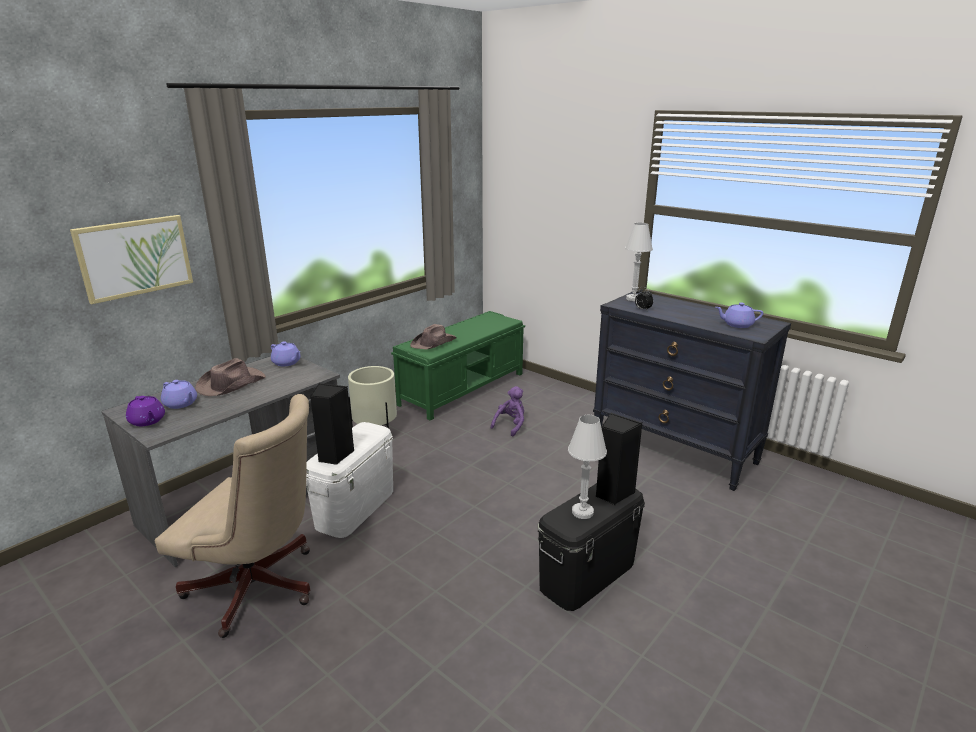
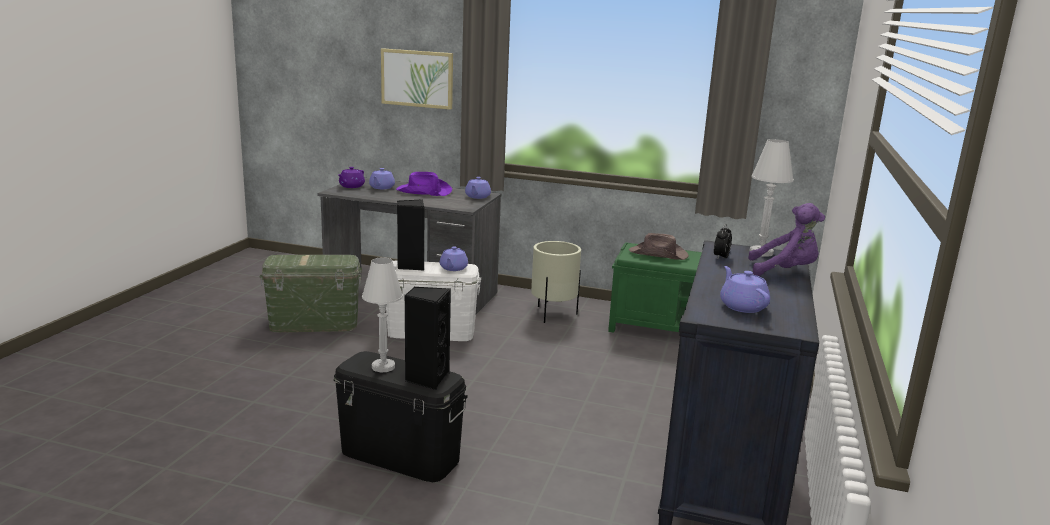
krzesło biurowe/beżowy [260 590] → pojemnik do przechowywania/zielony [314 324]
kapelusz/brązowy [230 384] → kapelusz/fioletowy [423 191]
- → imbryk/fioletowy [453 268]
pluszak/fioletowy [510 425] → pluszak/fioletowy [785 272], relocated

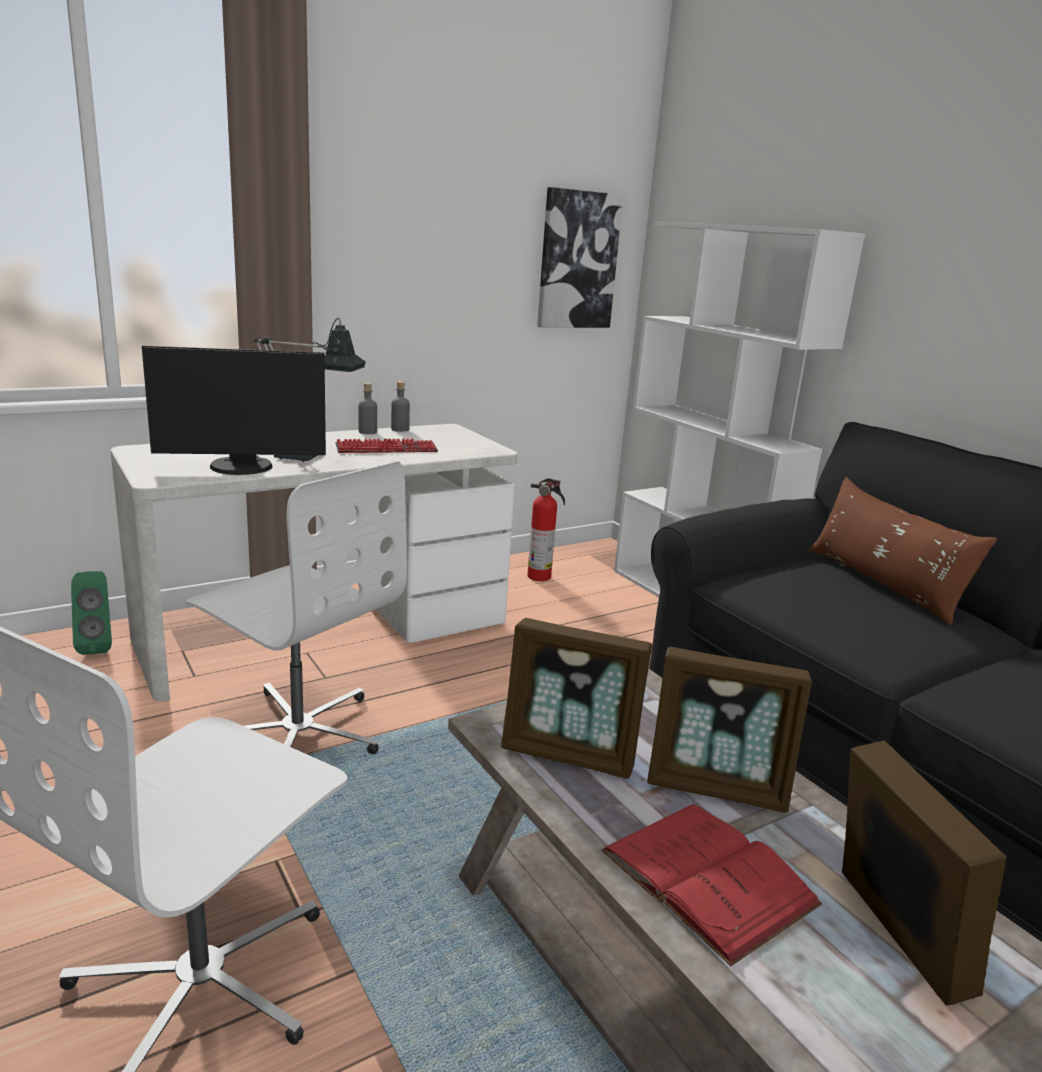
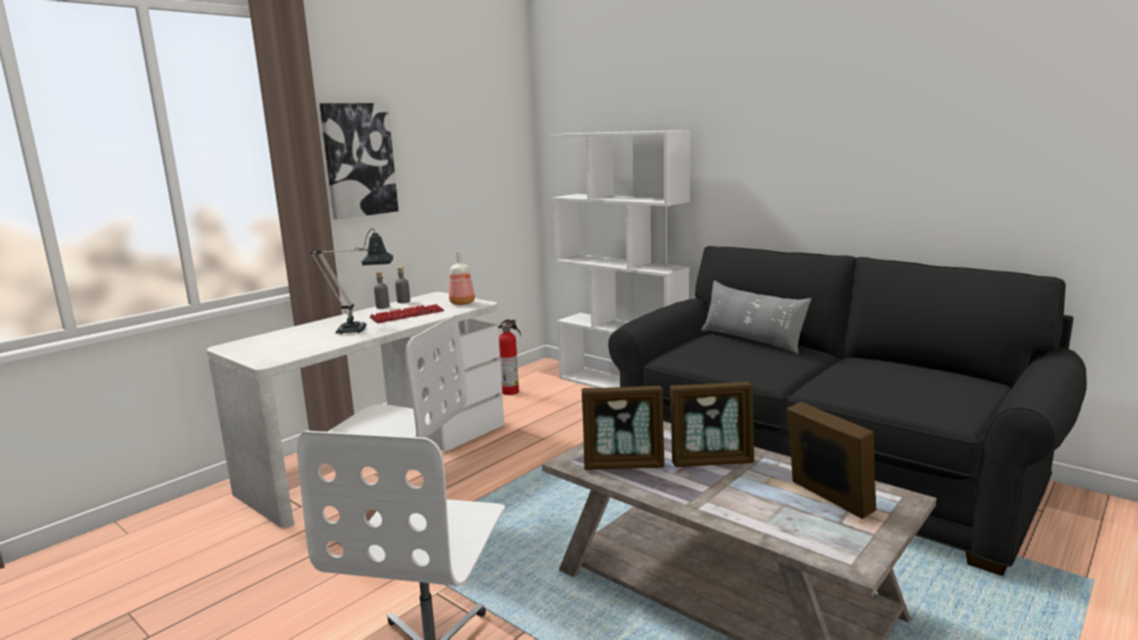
obraz [577 260] → obraz [359 160], relocated
- → butelka [463 303]
poduszka/brązowy [882 584] → poduszka/szary [751 340]
głośnik/zielony [97 646] → -
monitor [241 467] → -
książka/czerwony [708 877] → -

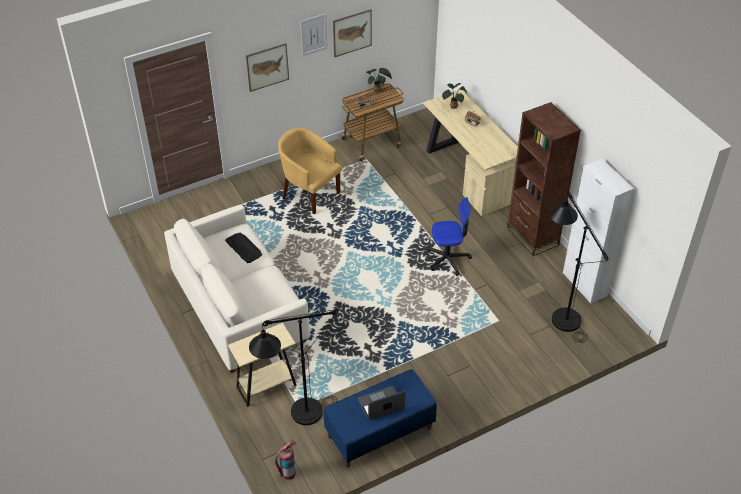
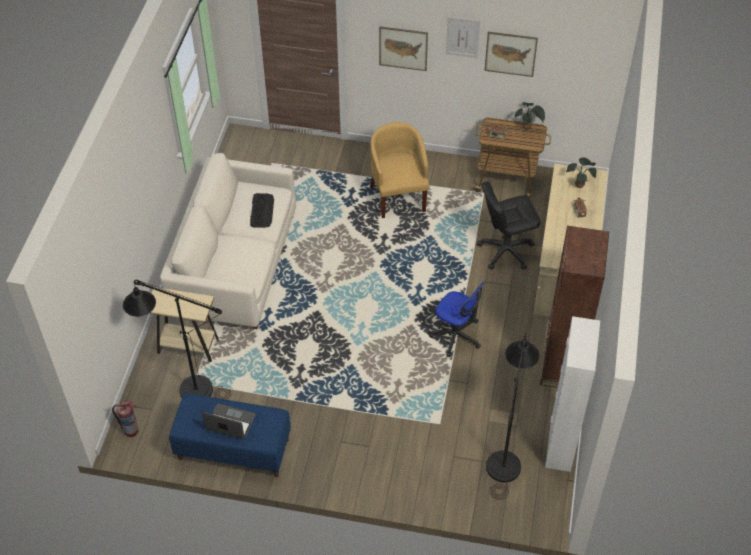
- → krzesło biurowe/czarny [505 251]

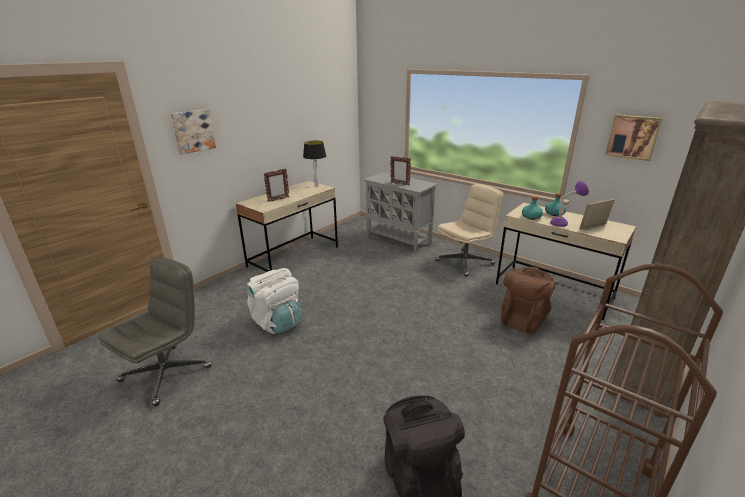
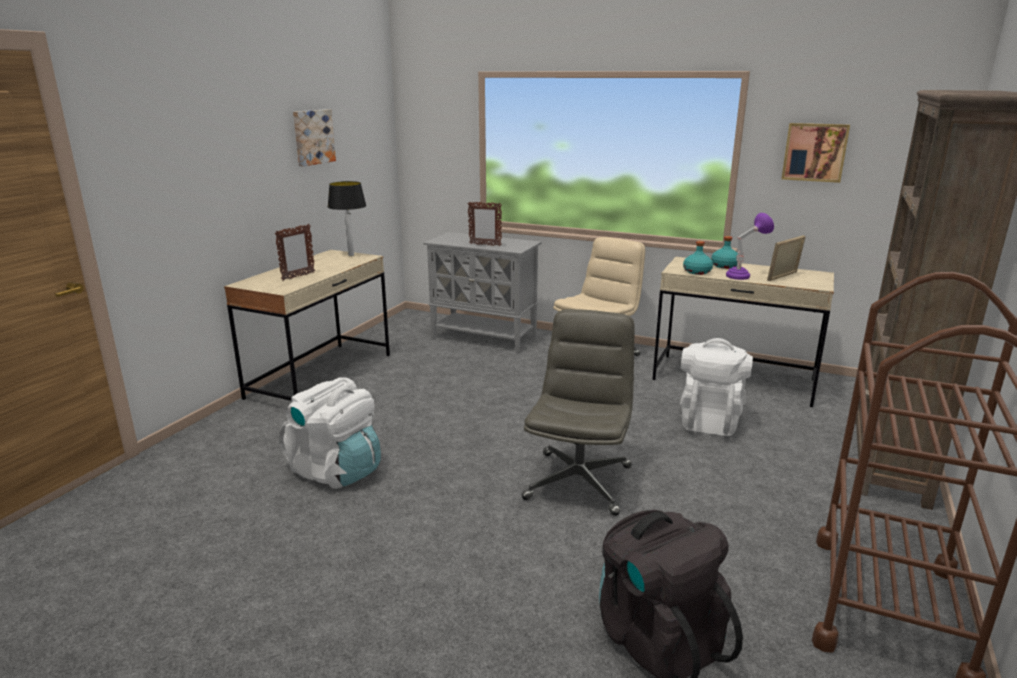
obraz [193 131] → obraz [312 137], relocated
krzesło biurowe/szary [167 373] → krzesło biurowe/szary [578 482], relocated
plecak/brązowy [522 319] → plecak/biały [709 419]

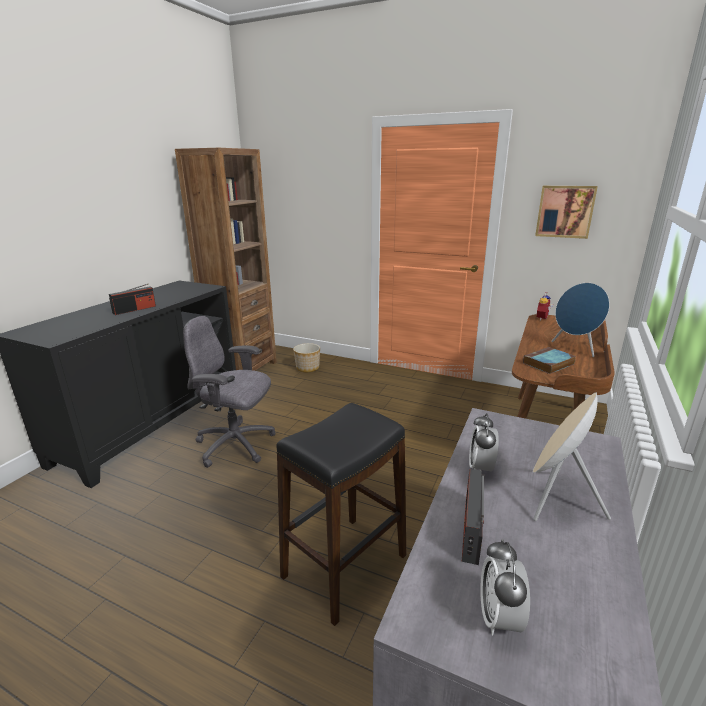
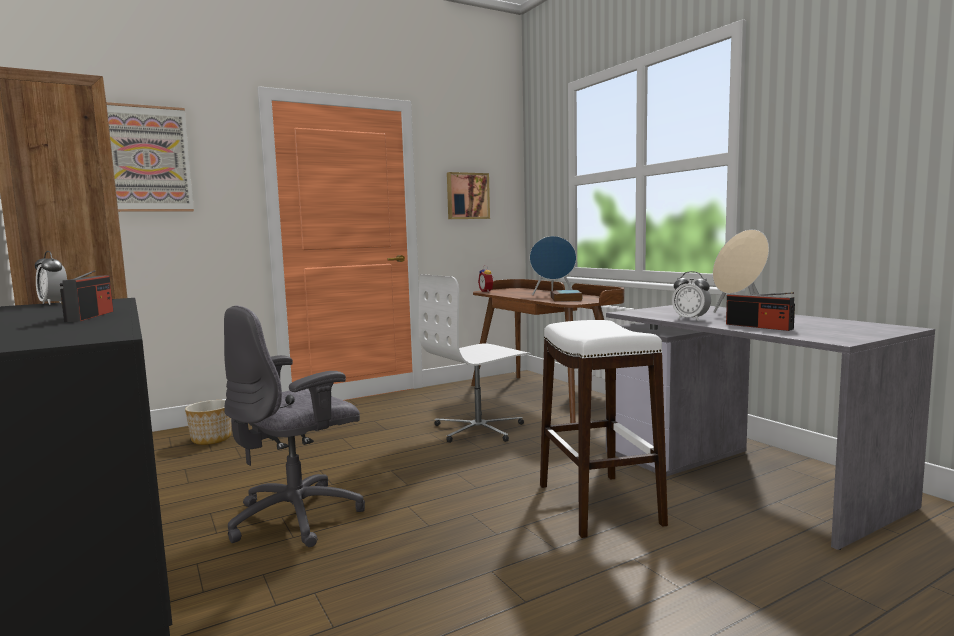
budzik [499 618] → budzik [54 303], relocated
- → obraz [146 159]
- → krzesło biurowe/biały [479 429]
stołek/czarny [345 565] → stołek/biały [598 504]

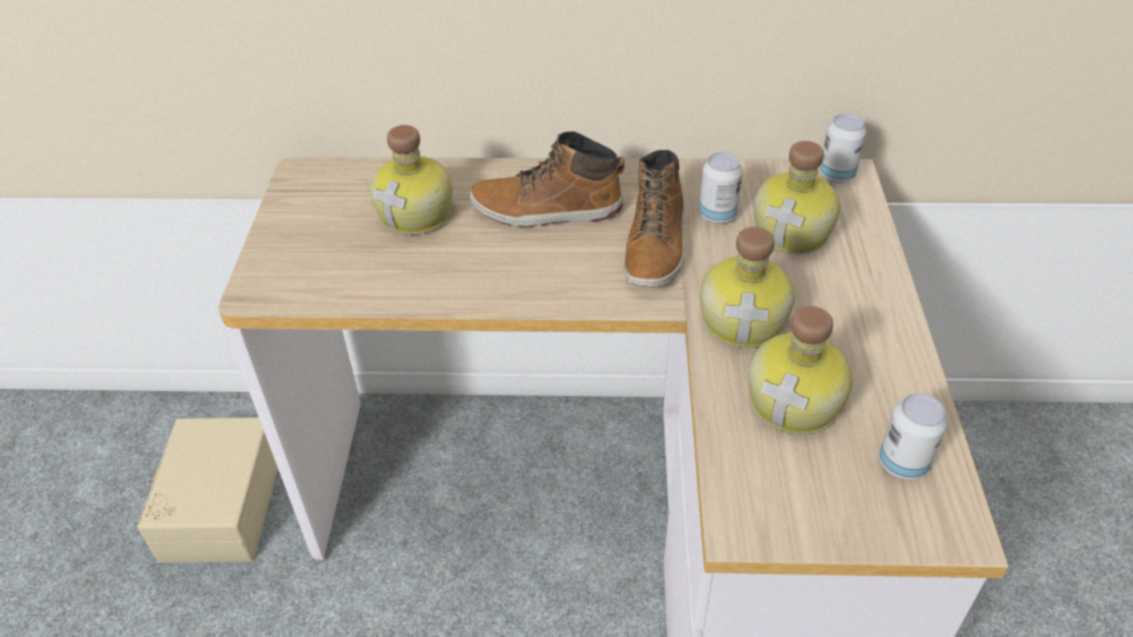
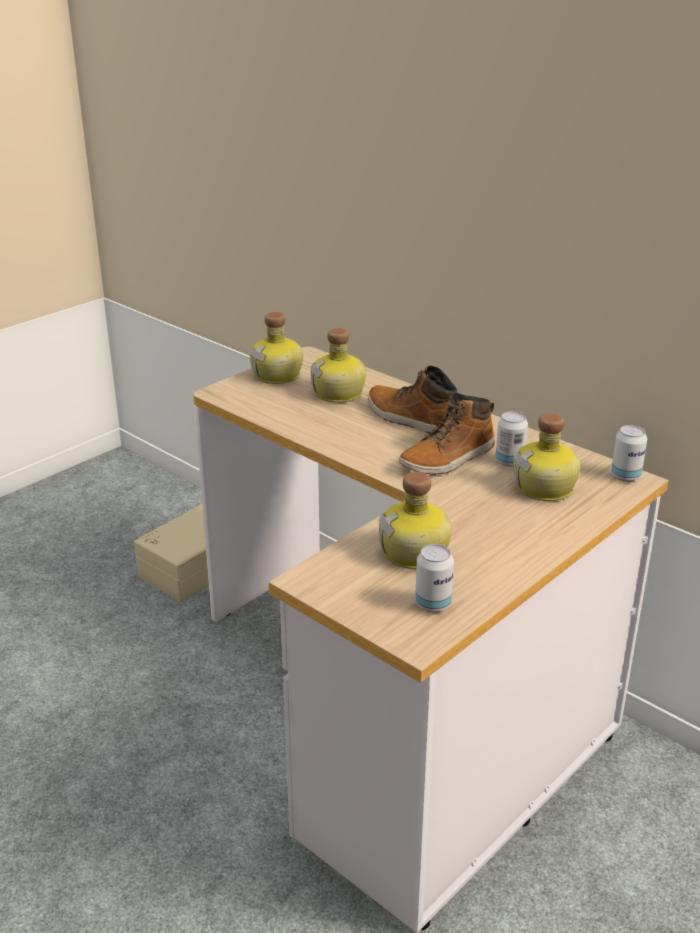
butelka [745 320] → butelka [278 375], relocated

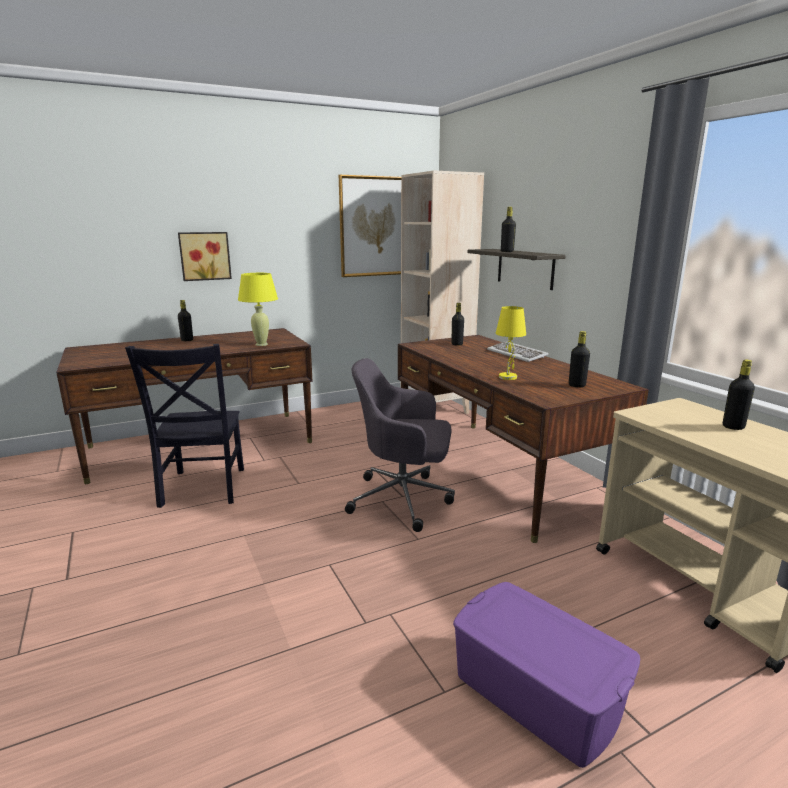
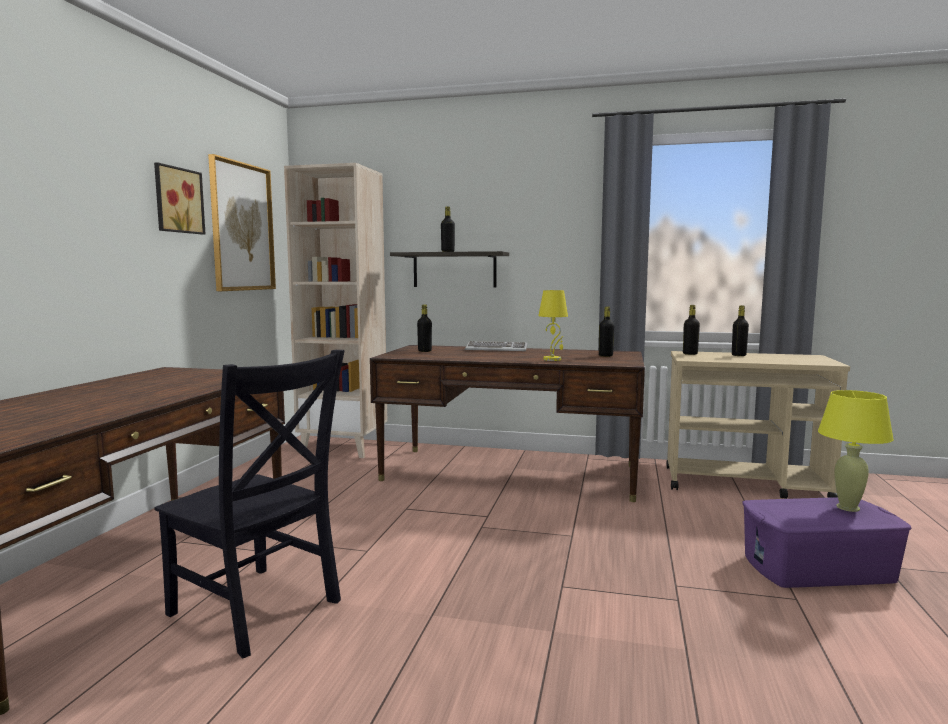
obraz [205 256] → obraz [177 200], relocated
butelka/czarny [187 340] → butelka/czarny [690 354], relocated
lampa stołowa/żółty [261 344] → lampa stołowa/żółty [847 507], relocated
krzesło biurowe/szary [403 499] → -

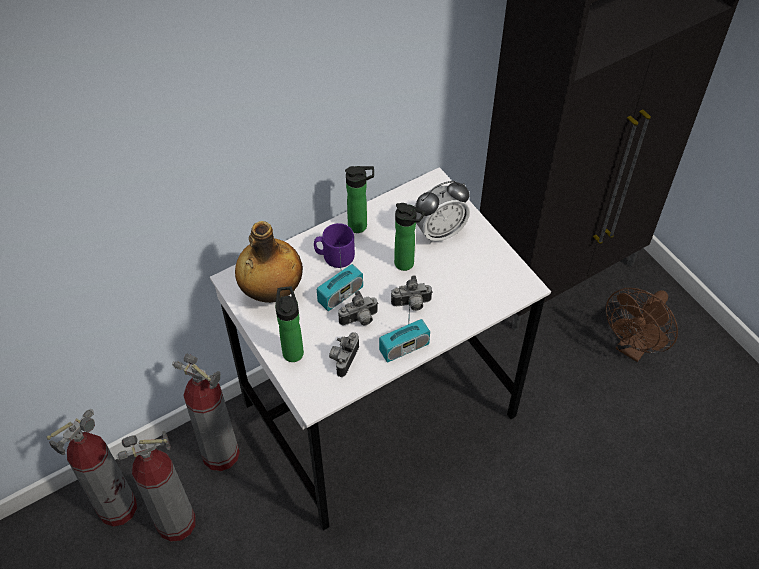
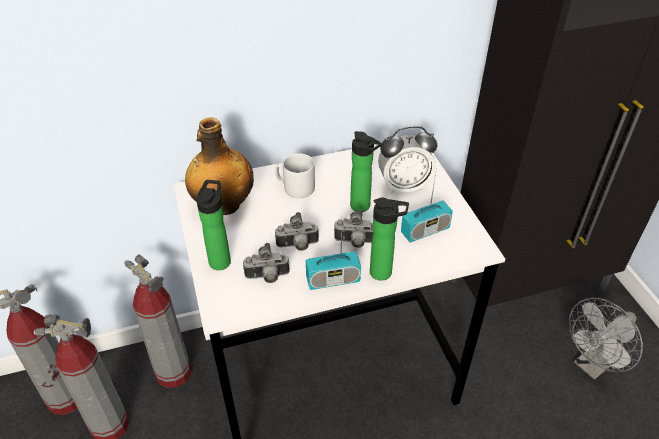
aparat fotograficzny [343 359] → aparat fotograficzny [267 277], 135 degrees counterclockwise
kubek/fioletowy [334 256] → kubek/szary [295 188]
butelka [360 226] → butelka [384 273], relocated
radio [340 295] → radio [425 231], relocated
wentylator/brązowy [633 347] → wentylator/szary [592 365]

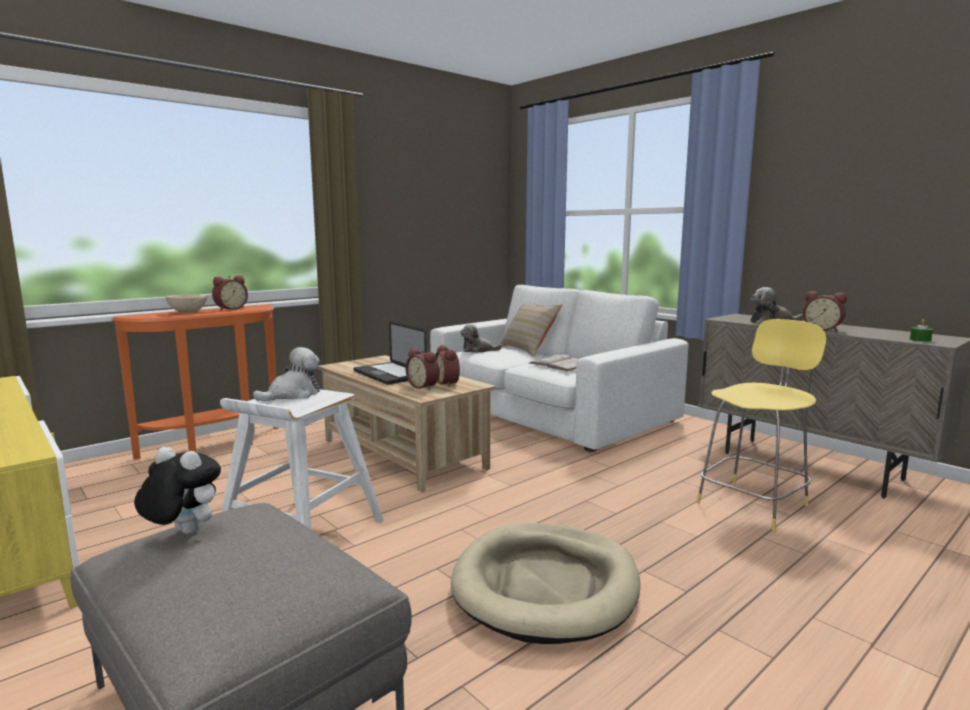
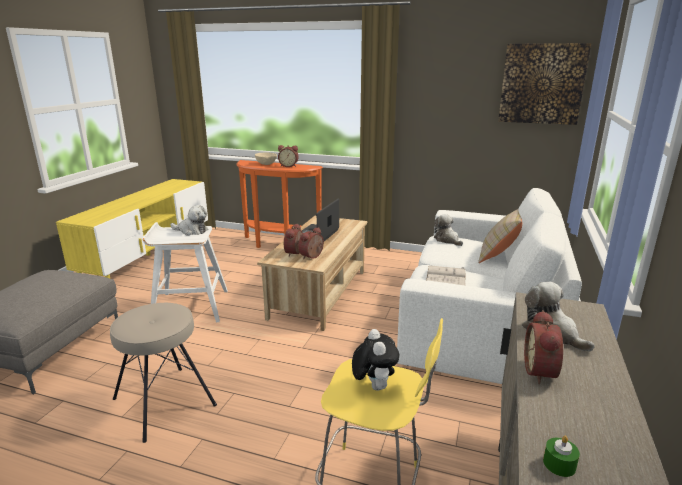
legowisko/beżowy [546 586] → stołek/beżowy [165 401]
pluszak [182 533] → pluszak [373 386], relocated
- → obraz [542 84]

